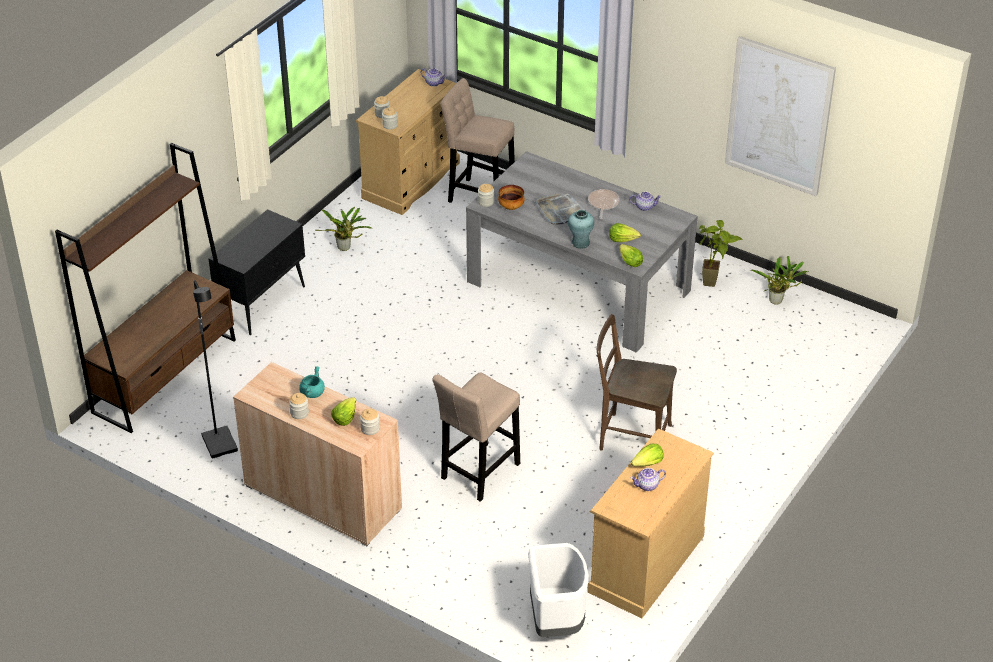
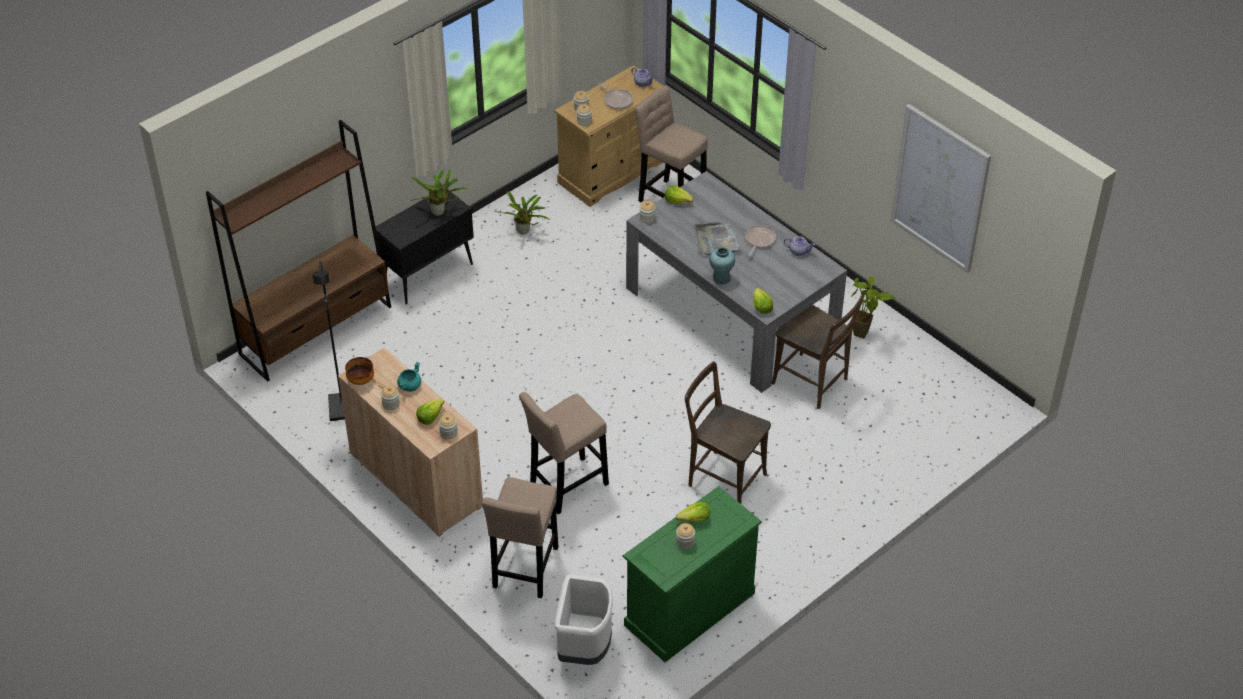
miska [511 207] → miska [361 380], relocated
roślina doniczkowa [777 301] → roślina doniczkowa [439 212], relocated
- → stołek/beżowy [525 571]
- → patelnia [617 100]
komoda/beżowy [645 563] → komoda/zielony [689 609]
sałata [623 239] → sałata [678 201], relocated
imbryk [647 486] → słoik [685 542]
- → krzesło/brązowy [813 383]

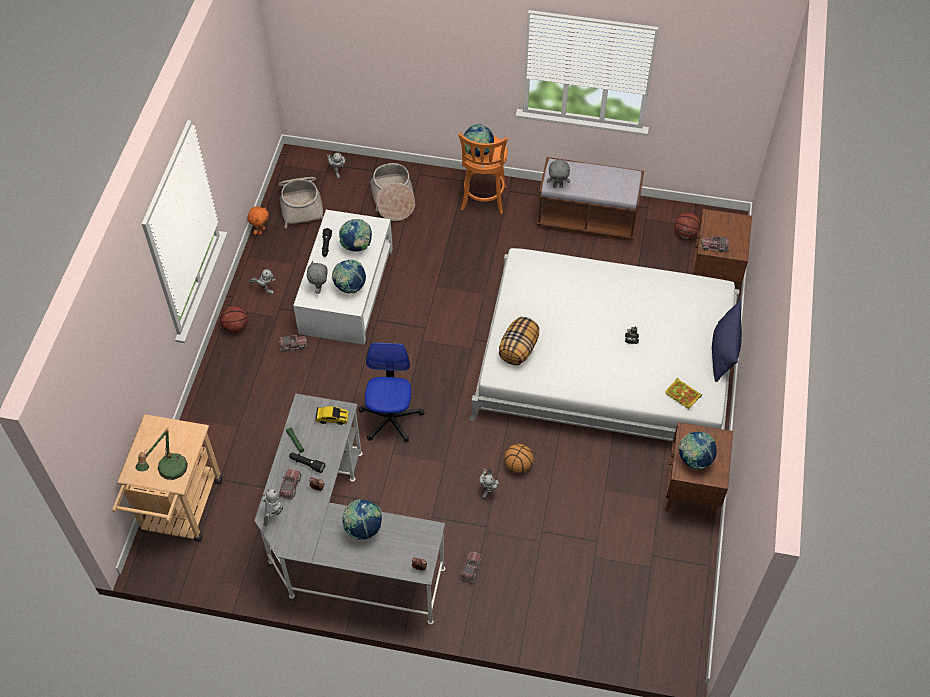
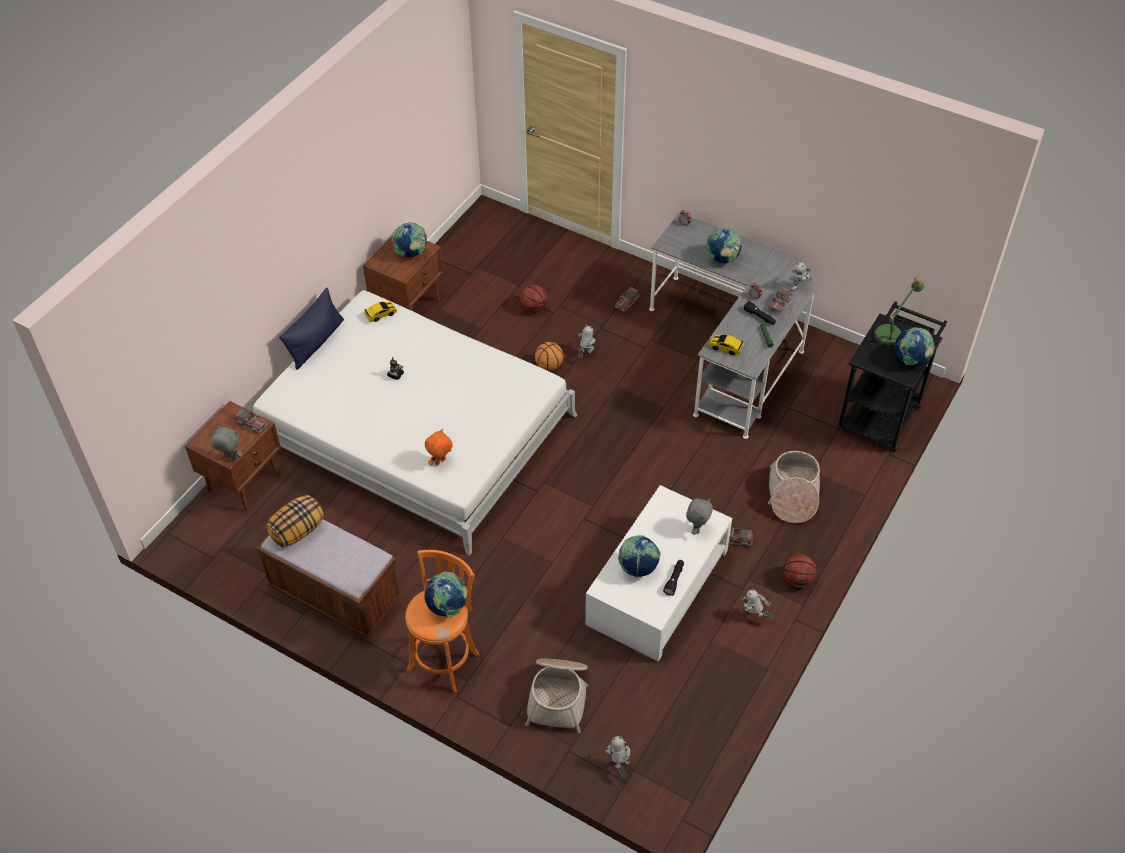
pluszak/szary [558 186] → pluszak/szary [230 458], relocated
poduszka [518 349] → poduszka [298 530], relocated
książka [683 395] → samochodzik [381 314]
pluszak/pomarańczowy [261 231] → pluszak/pomarańczowy [440 462], relocated
piłka do koszykówki [686 234] → piłka do koszykówki [533 308], relocated
koszyk [301 204] → koszyk [792 495], relocated
wózek/beżowy [179 512] → wózek/czarny [882 411]
globus [350 287] → globus [910 360], relocated
krzesło biurowe [390 419] → -

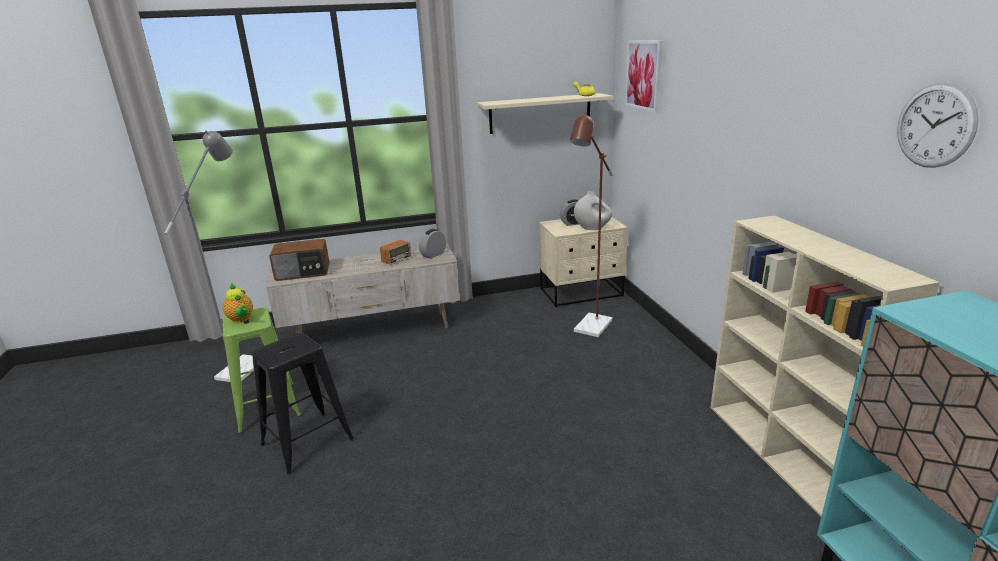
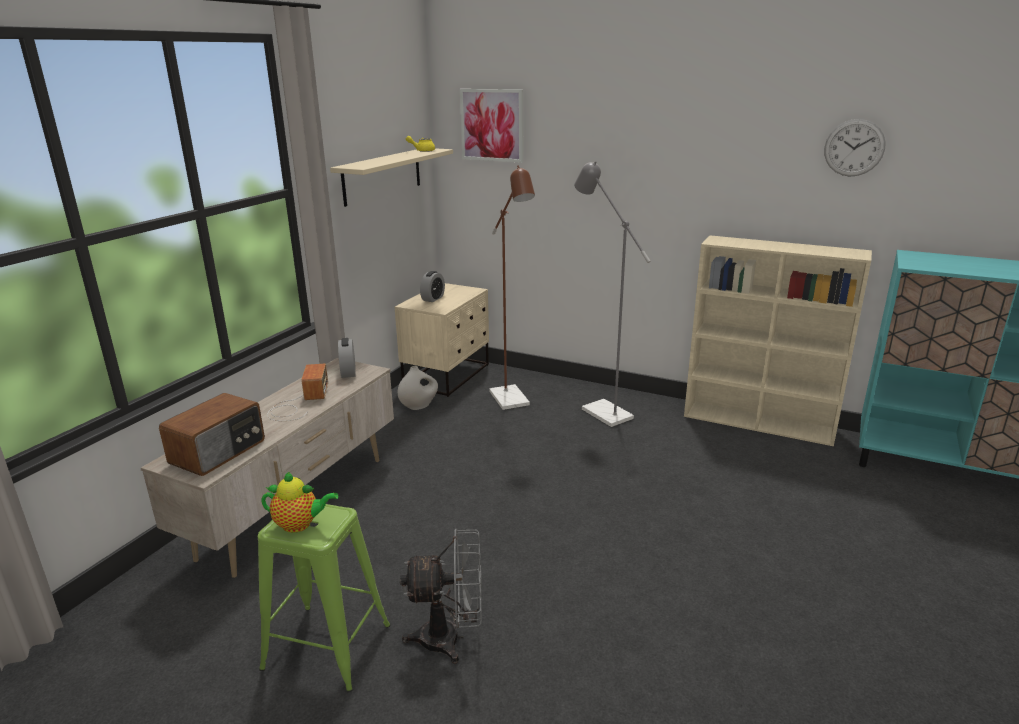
wazon/biały [592 228] → wazon/biały [419 406], relocated
stołek/czarny [306 442] → wentylator/szary [451 638]
lampa stojąca/szary [247 365] → lampa stojąca/szary [600 410], relocated

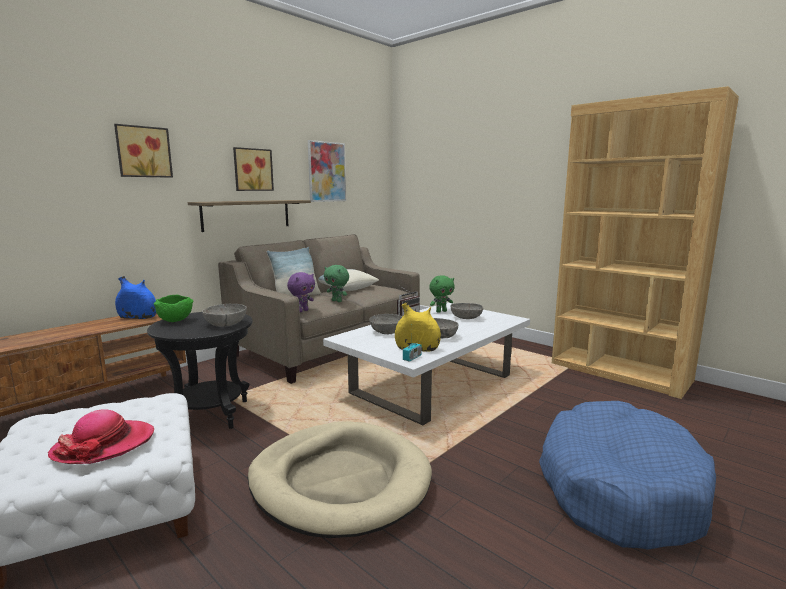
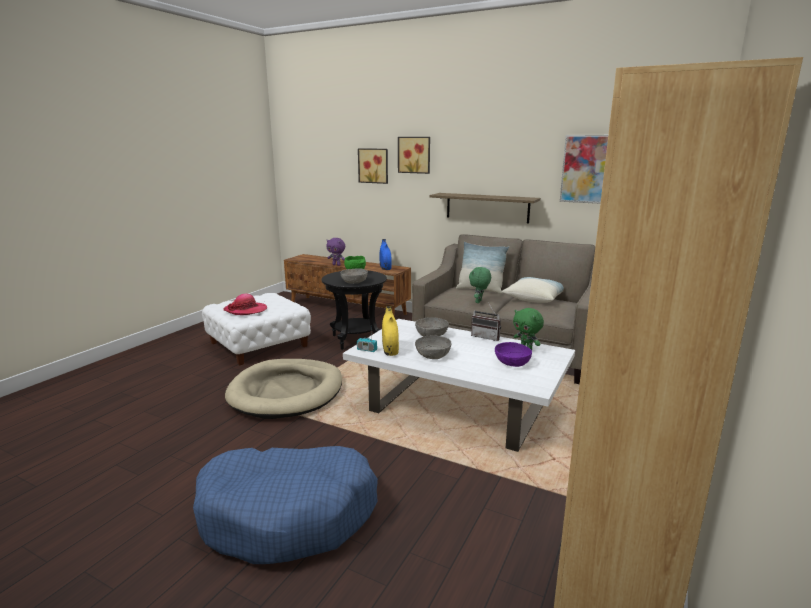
pluszak/fioletowy [302 311] → pluszak/fioletowy [336 265], relocated
obraz [252 169] → obraz [374 165], relocated
miska/szary [466 318] → miska/fioletowy [512 363]

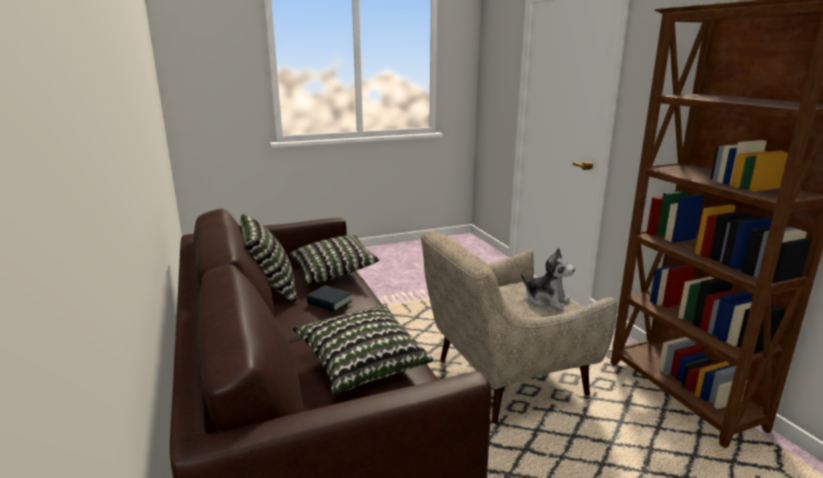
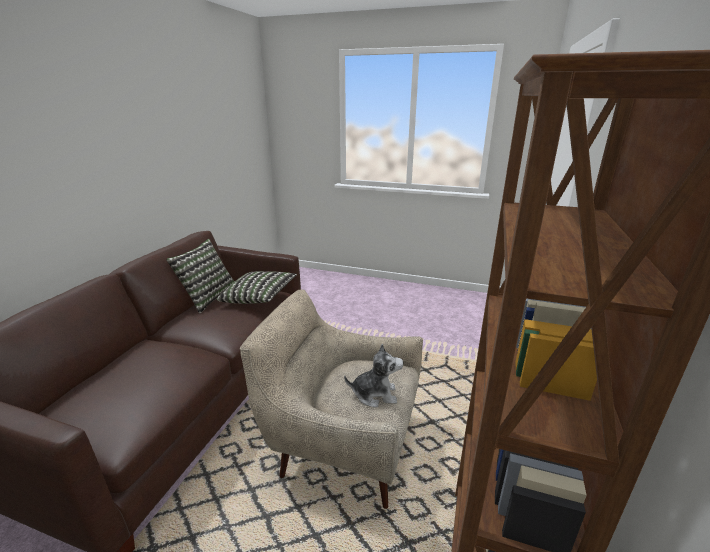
pluszak [546 300] → pluszak [375 394], 75 degrees counterclockwise
poduszka [362 363] → -
książka [329 303] → -

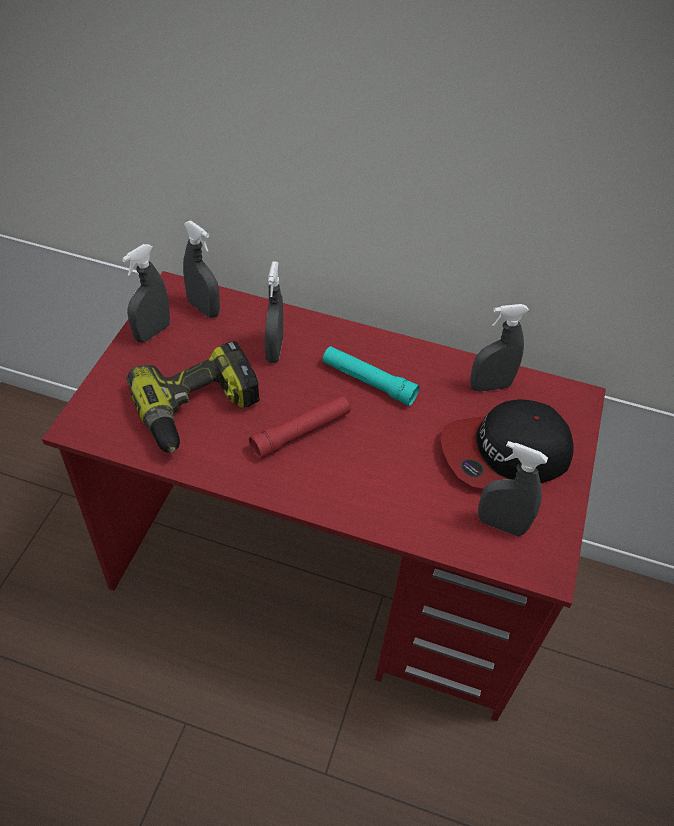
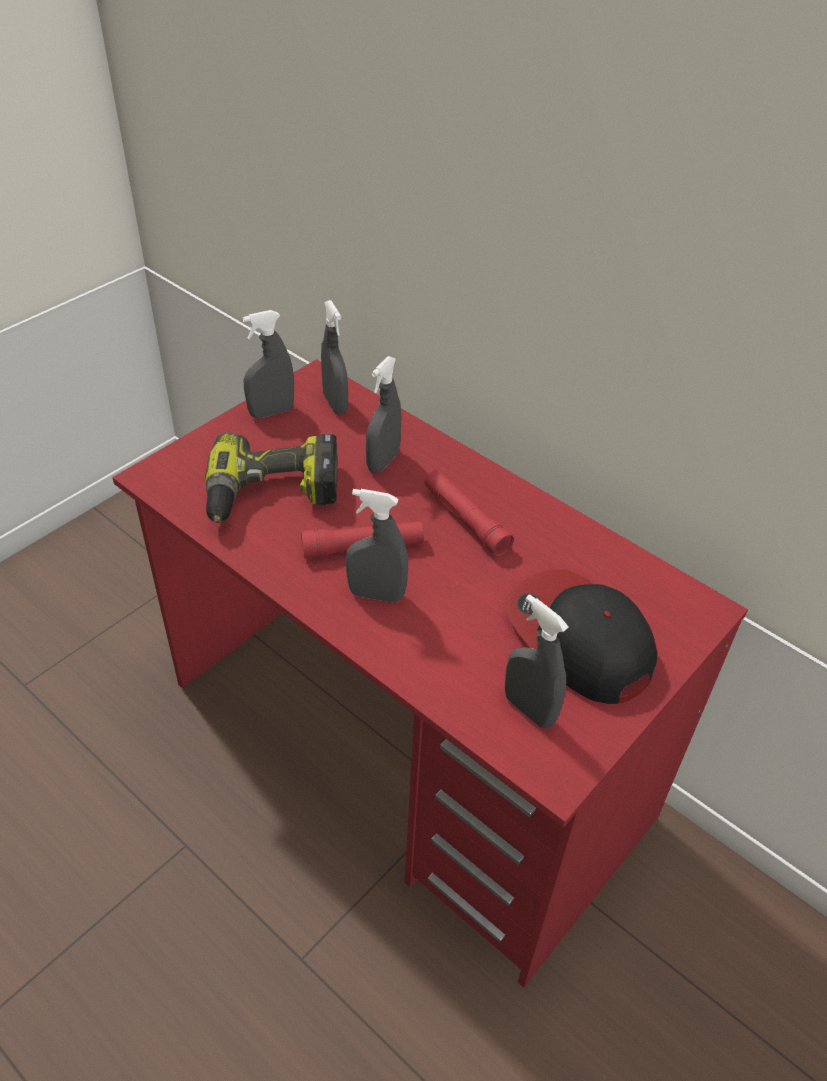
spryskiwacz/szary [490 386] → spryskiwacz/szary [376 594], relocated
latarka/turkusowy [368 382] → latarka/czerwony [465 520]
czapka z daszkiem [505 454] → czapka z daszkiem [578 639], 45 degrees clockwise

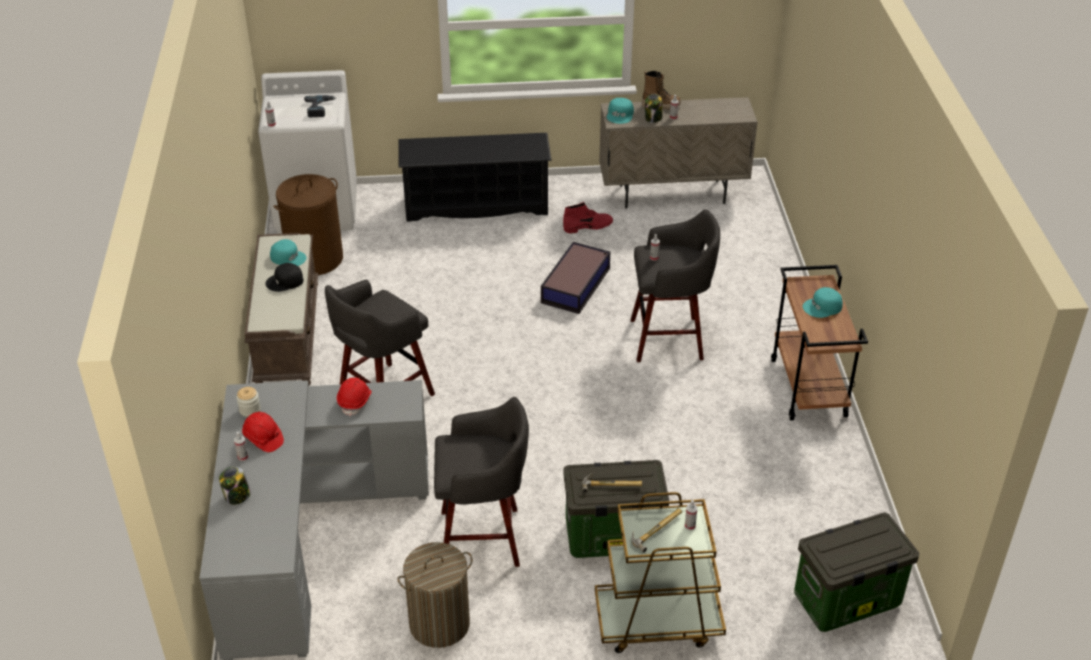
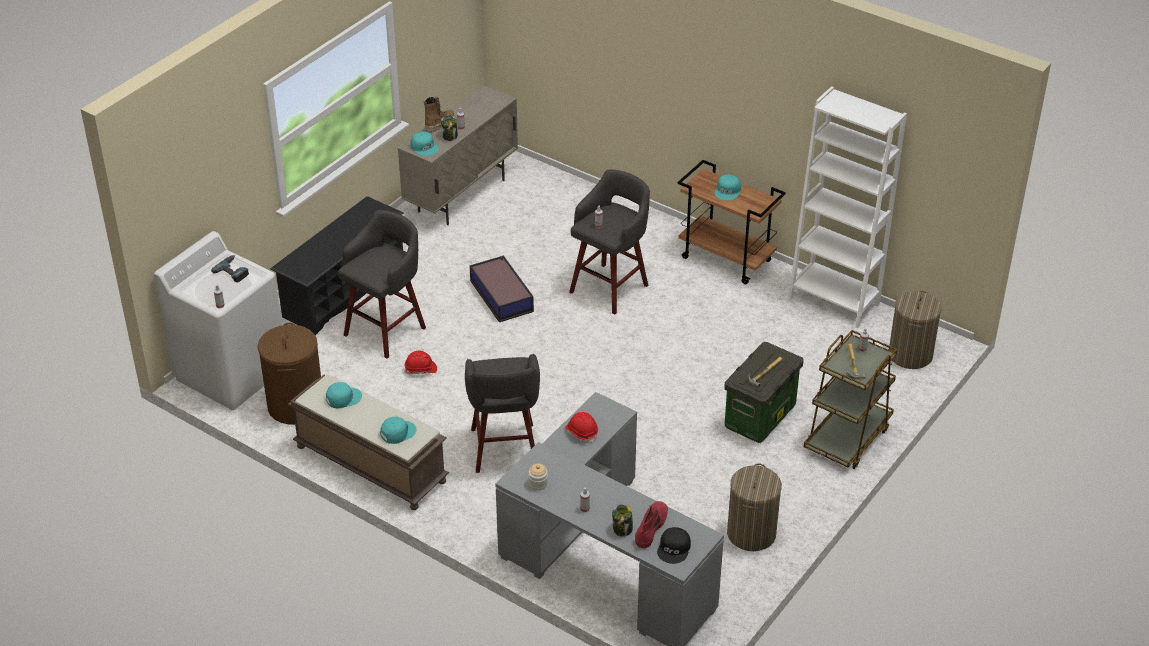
stołek/szary [483 538] → stołek/szary [387 330], relocated
- → czapka z daszkiem/turkusowy [397 432]
kask/czerwony [263 439] → kask/czerwony [421 369], relocated
but z cholewką/czerwony [588 226] → but z cholewką/czerwony [651 527], relocated
czapka z daszkiem/czarny [285 282] → czapka z daszkiem/czarny [674 548], relocated
- → regał/biały [833 301]
pojemnik do przechowywania [846 602] → kosz na pranie [910 355]

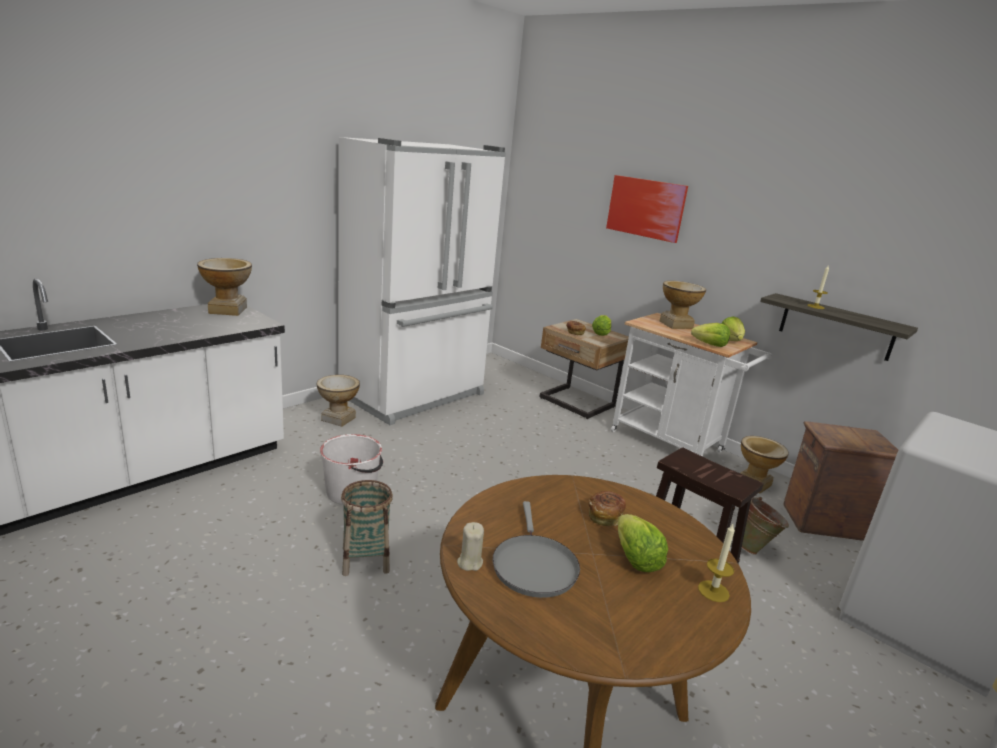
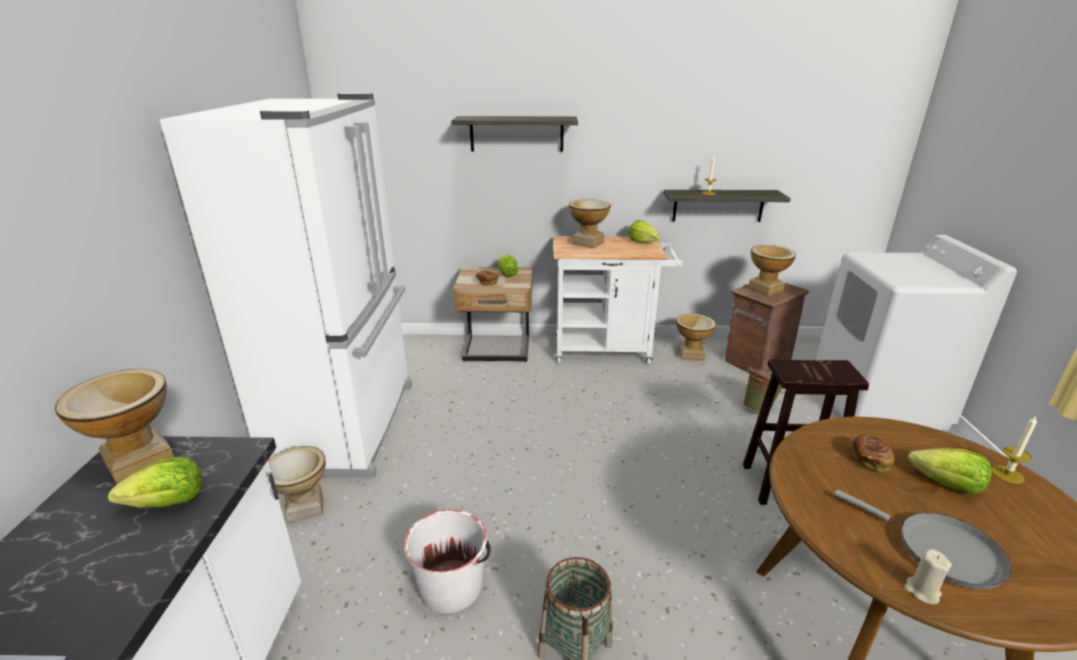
sałata [710 345] → sałata [168 503], relocated
obraz [646 208] → półka [516 134]
- → wazon [765 289]

